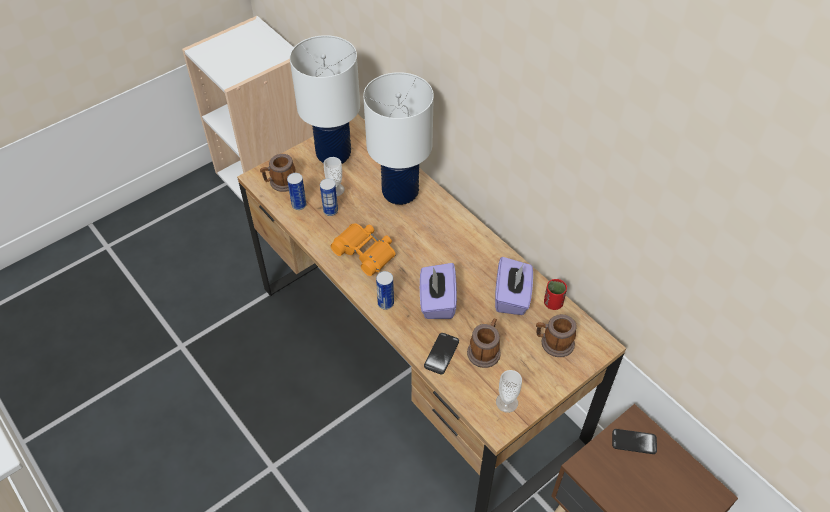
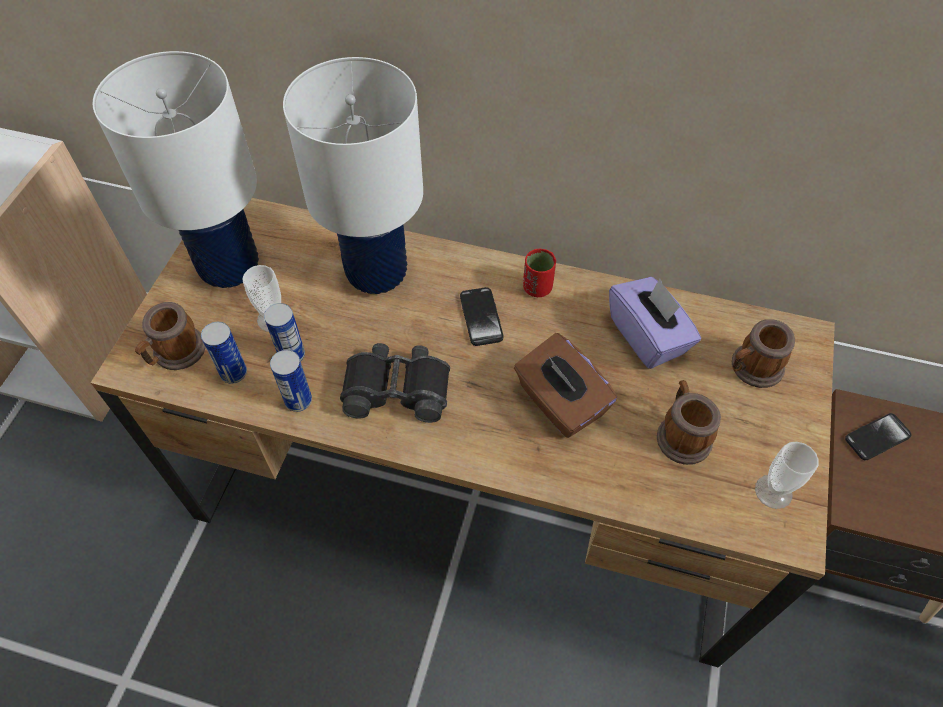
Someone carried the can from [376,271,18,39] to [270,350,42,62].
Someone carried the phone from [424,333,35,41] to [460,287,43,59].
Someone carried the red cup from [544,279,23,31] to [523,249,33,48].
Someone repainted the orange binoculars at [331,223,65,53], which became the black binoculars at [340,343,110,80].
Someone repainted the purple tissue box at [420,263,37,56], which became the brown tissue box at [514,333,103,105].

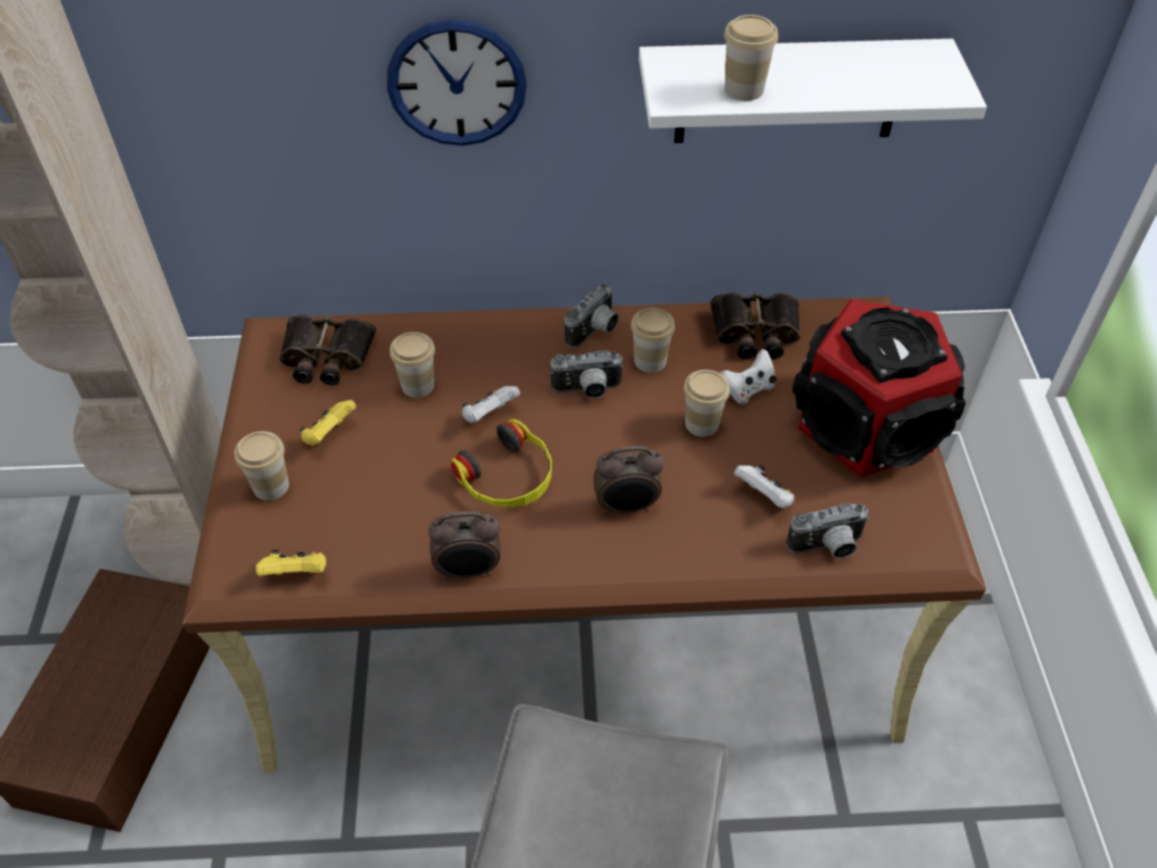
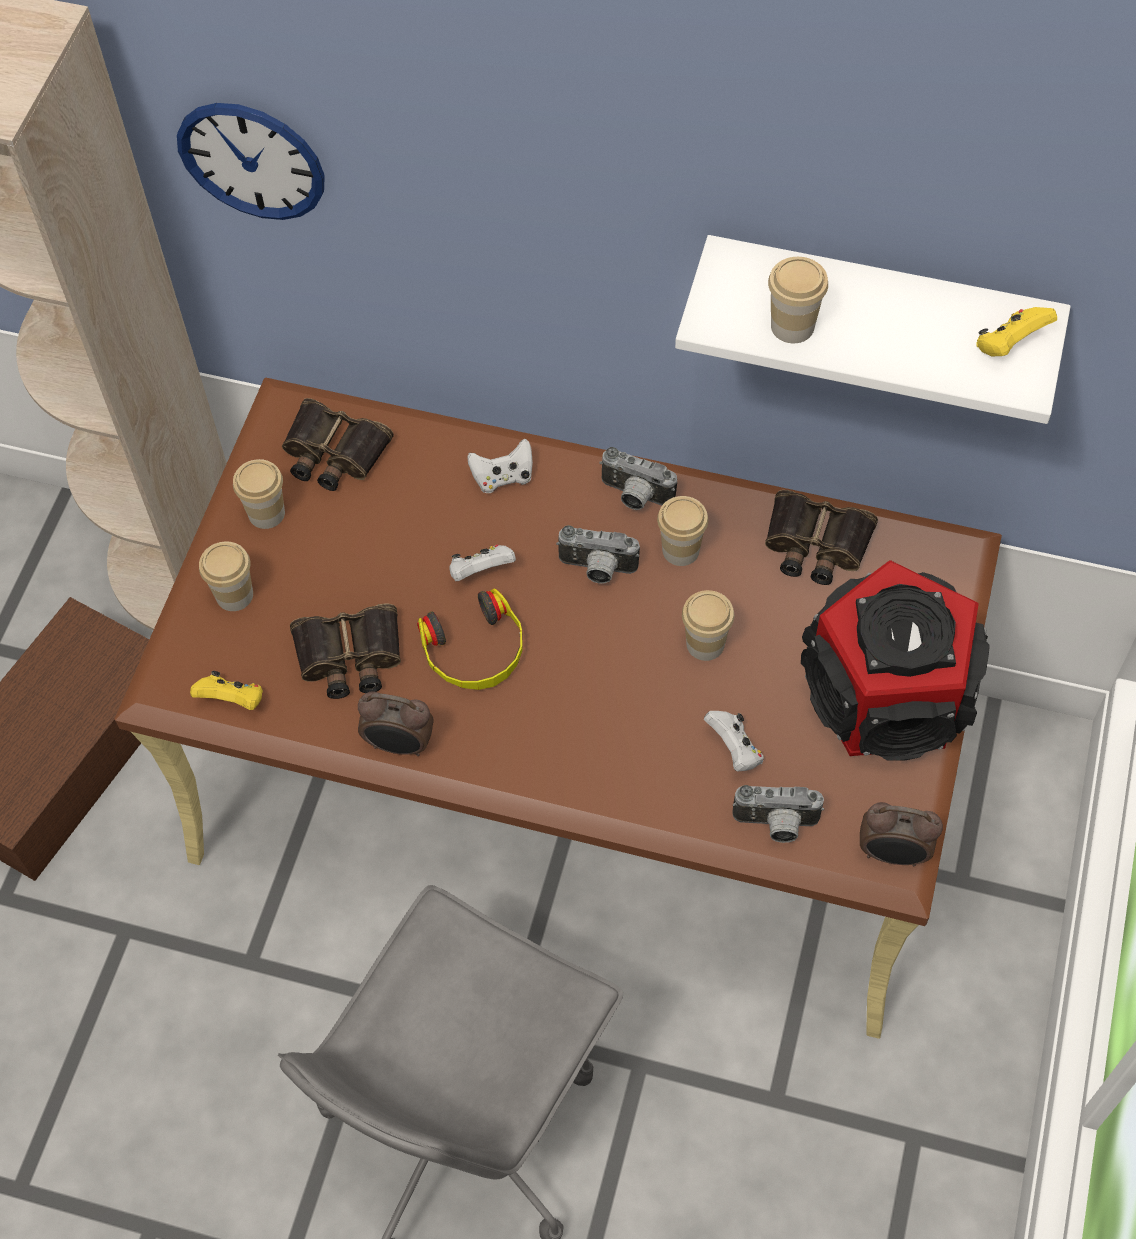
Someone put down the binoculars at [290,604,111,95].
Someone carried the yellow game controller from [300,400,56,46] to [976,307,81,50].
Someone carried the wall clock from [387,19,140,127] to [177,103,148,117].
Someone carried the cup from [390,332,45,66] to [233,459,52,70].
Someone carried the alarm clock from [594,446,70,69] to [860,802,83,65].
Someone carried the white game controller from [720,349,56,55] to [467,439,66,54].
Someone rotated the photo camera at [564,284,55,64] by 60 degrees clockwise.

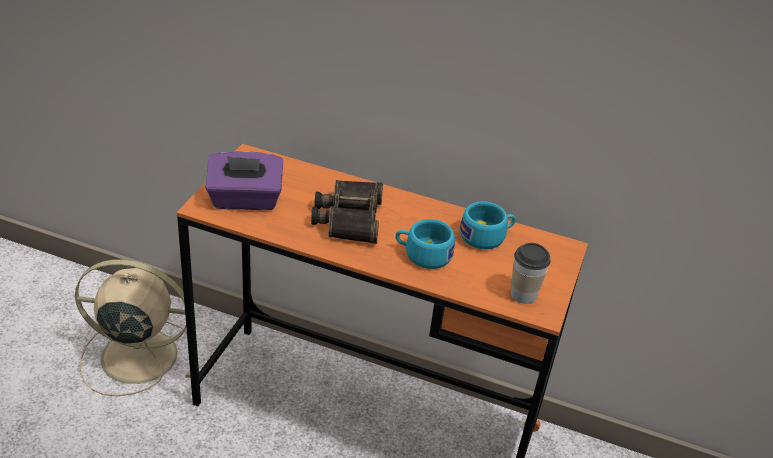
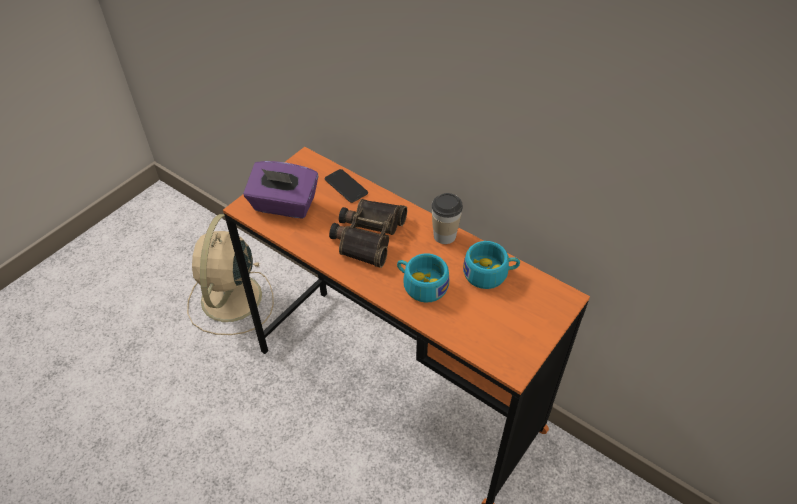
Someone put down the phone at [325,169,43,34].
Someone carried the cup from [511,243,40,61] to [431,193,32,51].
Someone rotated the beige fan at [75,259,115,137] by 105 degrees counterclockwise.

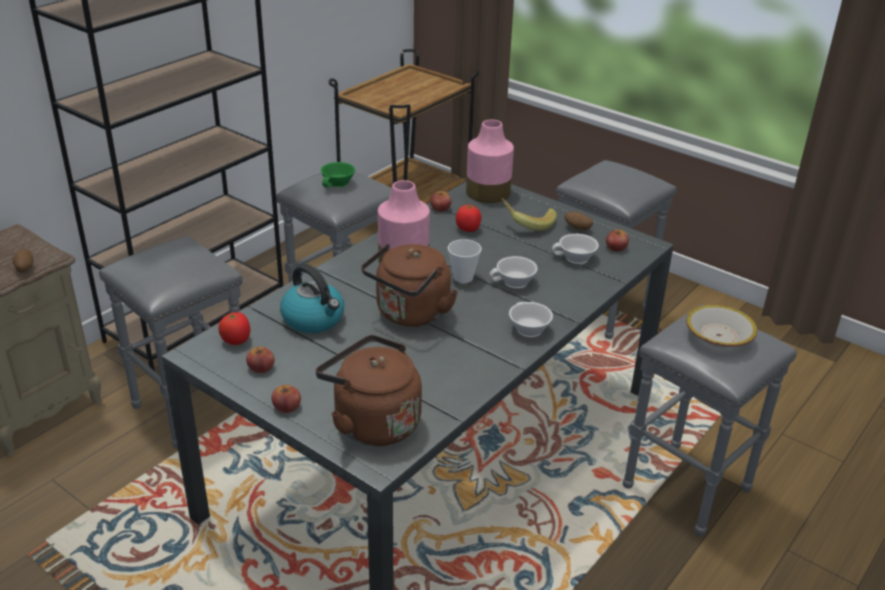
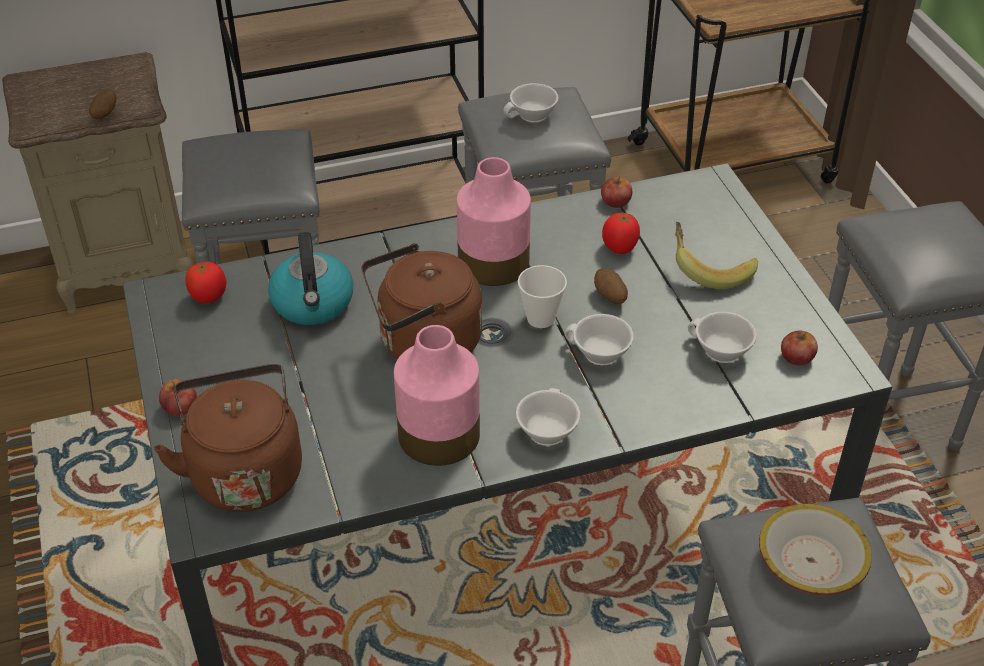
Someone took away the apple at [246,347,29,26].
Someone carried the pink vase from [466,120,48,83] to [394,325,86,141].
Someone carried the potato from [564,211,29,19] to [594,268,34,37].
Someone repainted the green cup at [321,162,34,26], which became the white cup at [503,83,56,39].

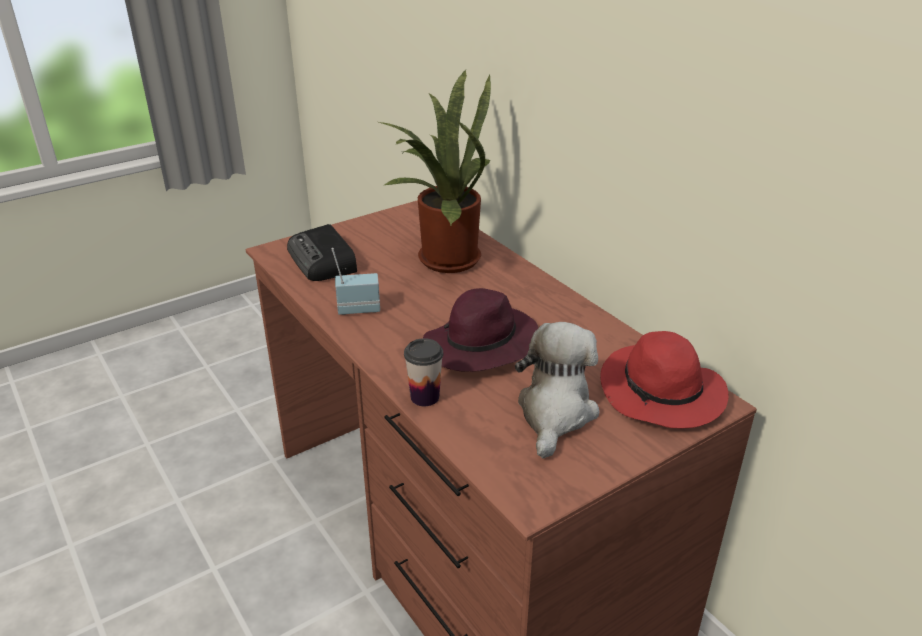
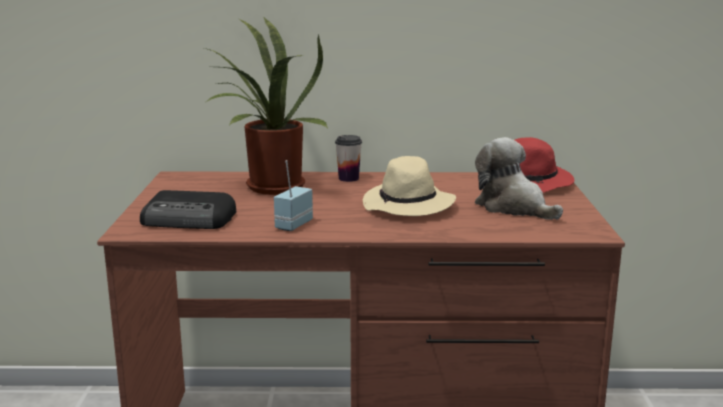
Someone carried the cup from [404,338,39,68] to [335,135,27,47].
Someone repainted the purple hat at [423,288,115,84], which became the beige hat at [363,156,93,60].

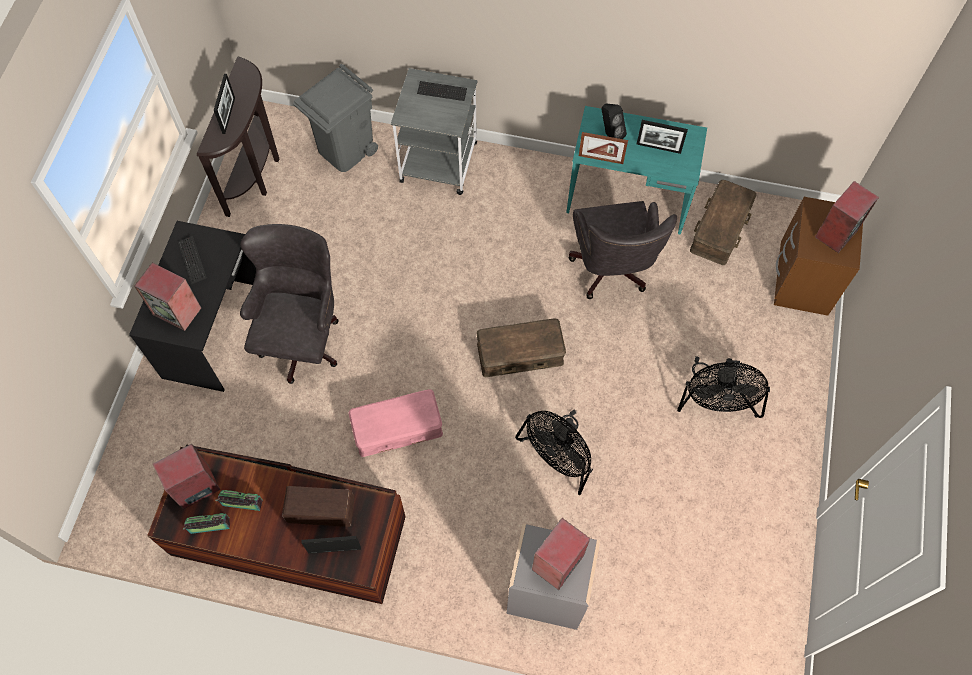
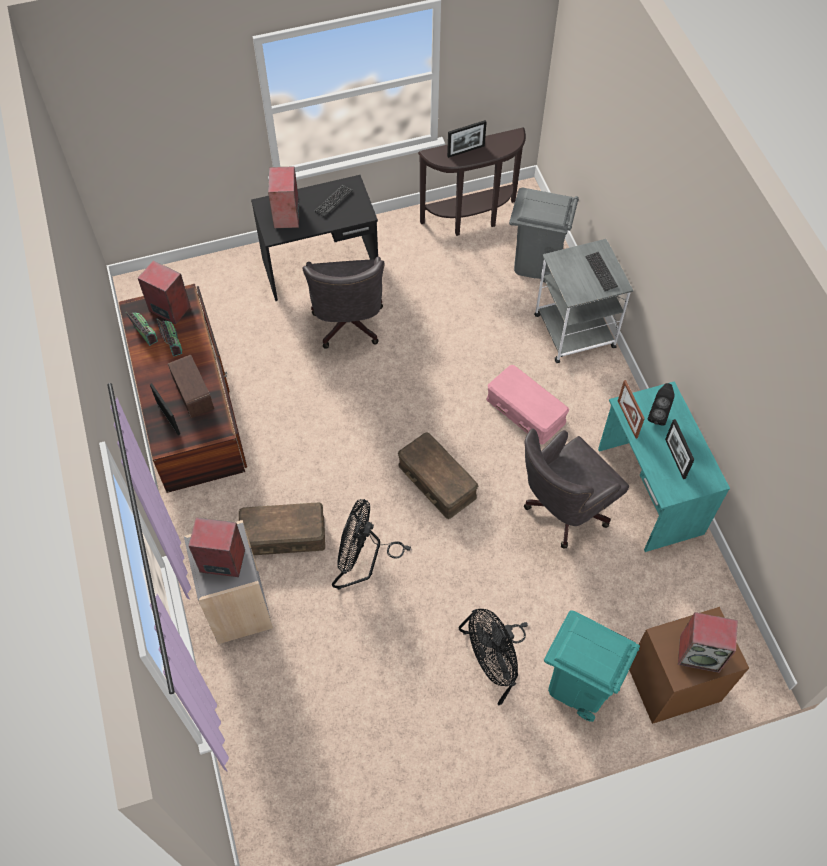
Someone put down the turquoise trash can at [544,610,96,112].
Someone carried the pink storage box from [349,389,94,68] to [486,365,83,80].
Someone carried the brown storage box from [690,180,66,85] to [239,503,86,52].
Someone rotated the grey office chair at [240,224,98,160] by 105 degrees clockwise.

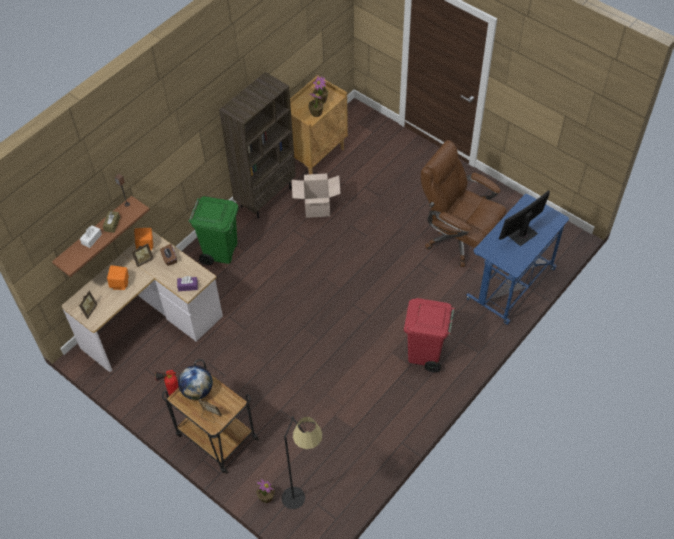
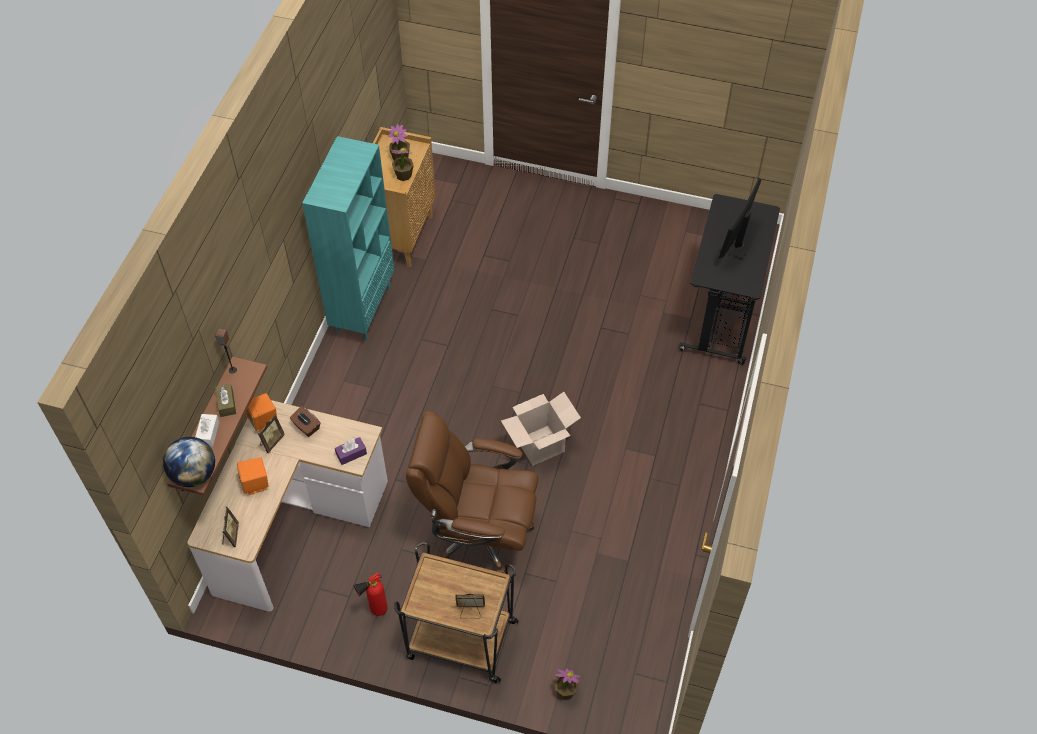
Someone took away the green trash can at [189,196,50,69].
Someone took away the black floor lamp at [282,416,41,93].
Someone took away the red trash can at [404,298,51,74].
Someone carried the globe from [178,365,35,35] to [163,437,52,50].
Someone carried the cardboard box from [292,174,49,44] to [501,392,80,74].
Someone carried the brown office chair from [421,140,85,127] to [406,411,133,162].
Someone repainted the brown bookcase at [219,72,77,147], which became the turquoise bookcase at [302,136,93,204].
Someone repainted the blue desk at [466,194,103,131], which became the black desk at [679,194,101,171].

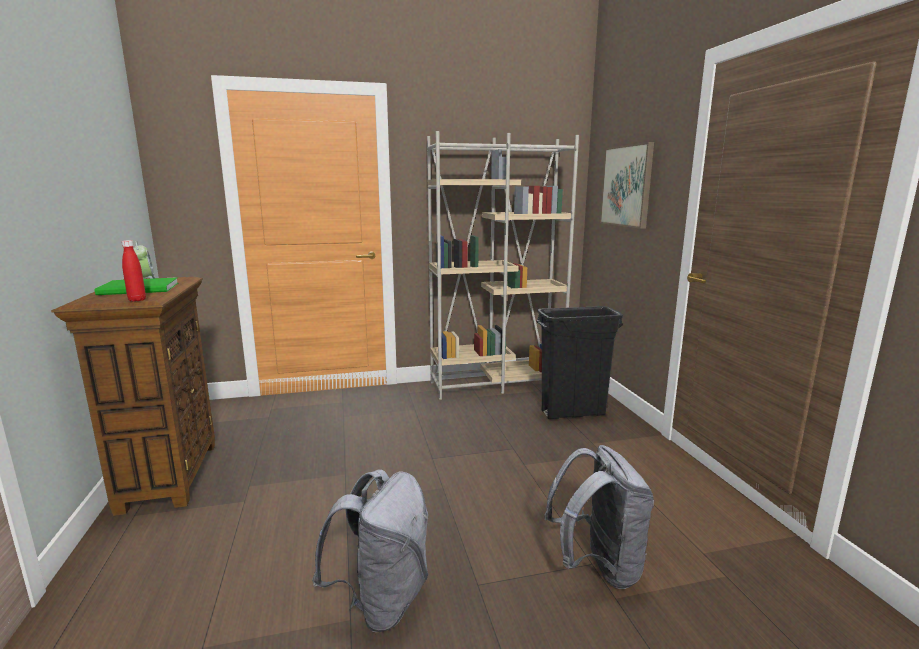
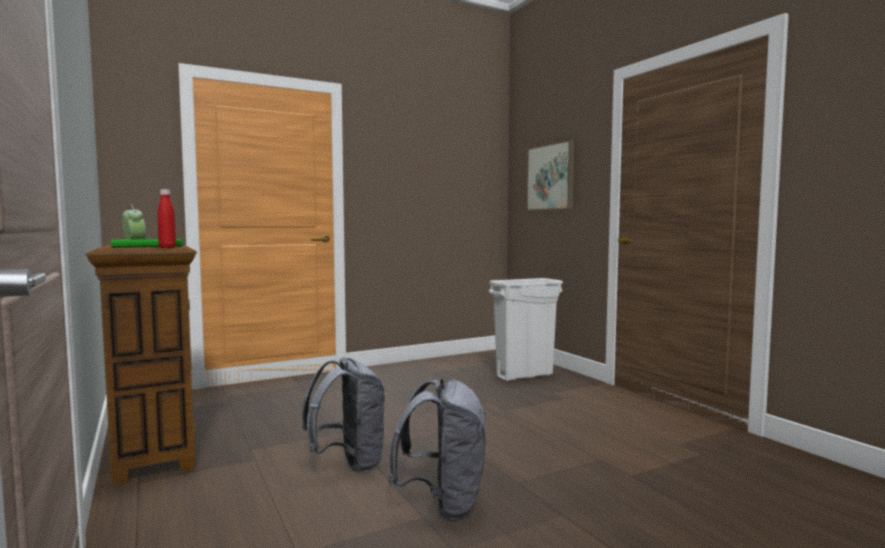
Someone took away the beige bookcase at [427,131,152,269].
Someone carried the grey backpack from [544,445,110,144] to [302,357,83,115].
Someone repainted the black trash can at [536,306,87,113], which became the white trash can at [489,278,74,103].

